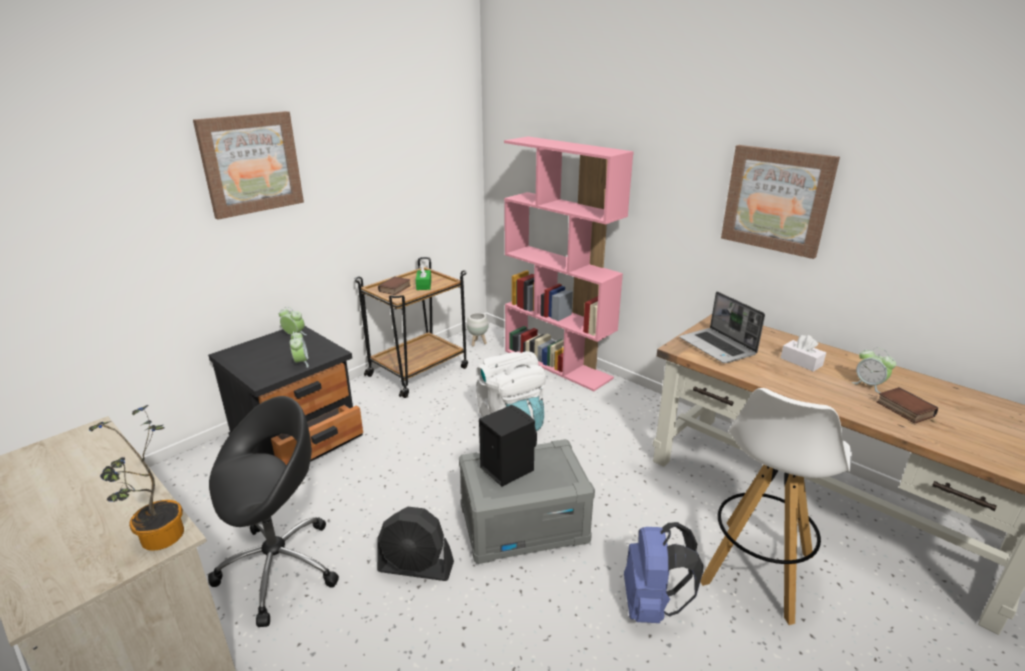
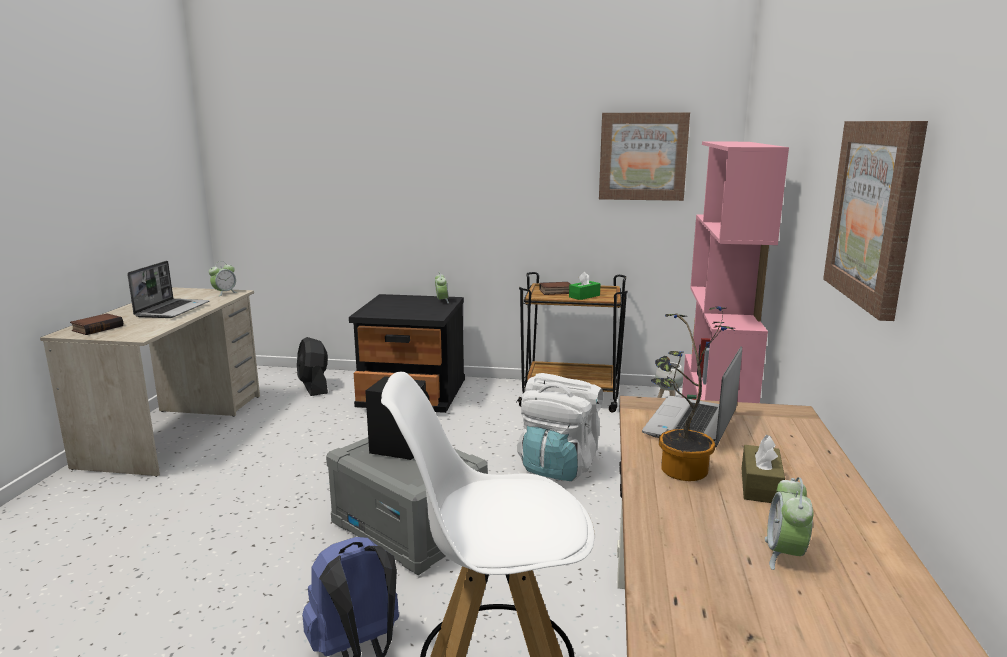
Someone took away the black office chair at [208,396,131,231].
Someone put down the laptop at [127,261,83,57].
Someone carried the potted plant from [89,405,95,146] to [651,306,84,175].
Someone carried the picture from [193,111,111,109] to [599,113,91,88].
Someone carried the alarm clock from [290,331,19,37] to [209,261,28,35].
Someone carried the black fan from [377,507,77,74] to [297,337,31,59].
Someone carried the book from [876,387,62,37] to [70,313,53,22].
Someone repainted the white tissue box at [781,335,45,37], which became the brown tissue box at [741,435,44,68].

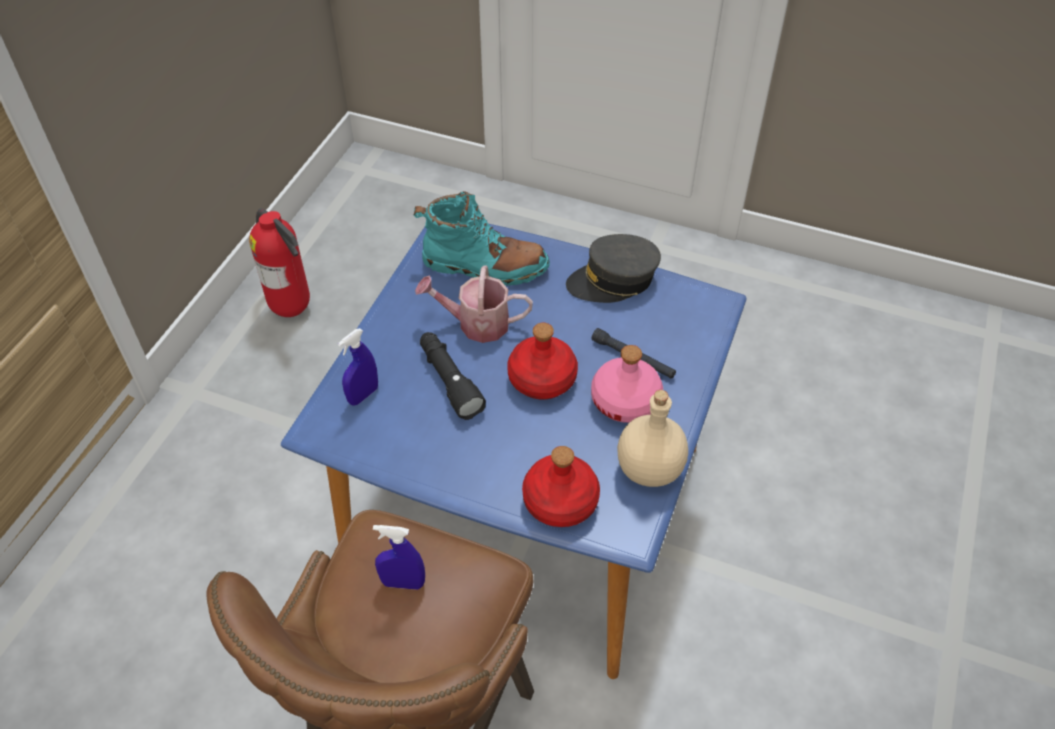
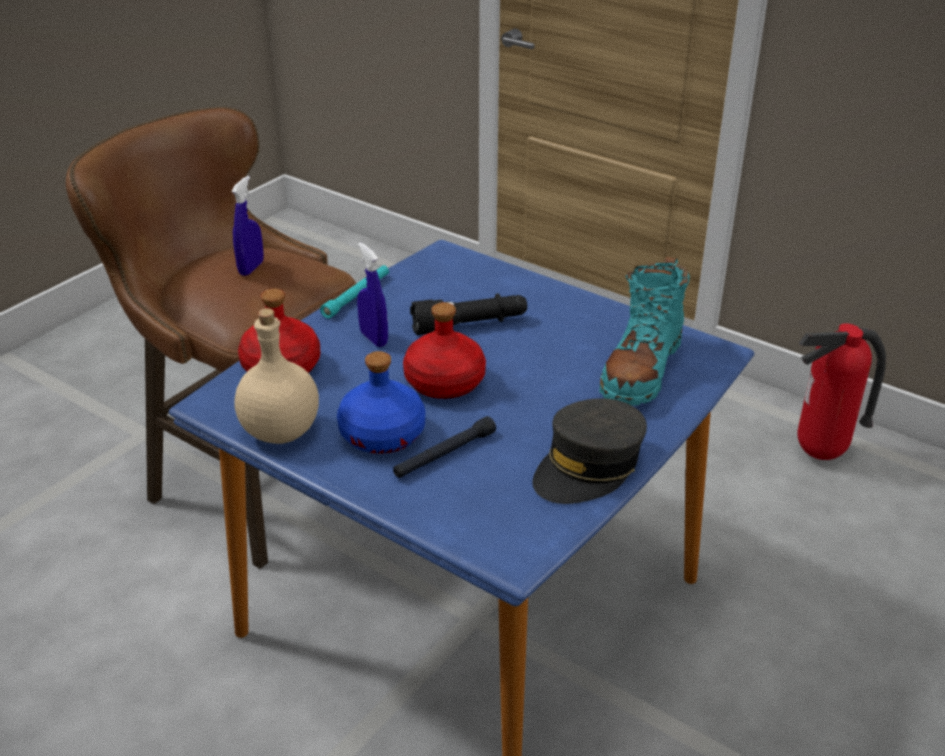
Someone took away the watering can at [415,265,118,78].
Someone put down the turquoise flashlight at [320,265,69,54].
Someone carried the blue spray bottle from [338,328,40,78] to [357,242,31,105].
Someone repainted the pink bottle at [591,345,72,78], which became the blue bottle at [337,351,88,103].
Someone rotated the grey cap at [566,234,95,69] by 135 degrees counterclockwise.

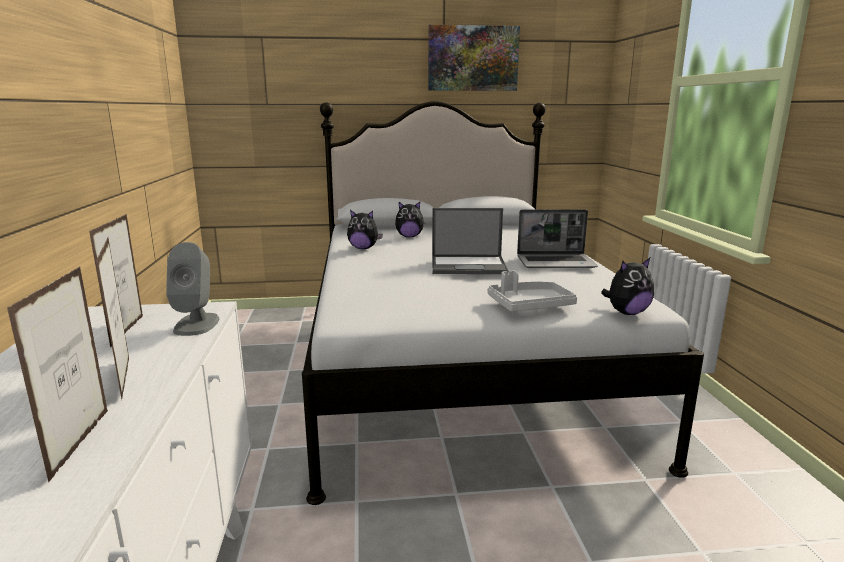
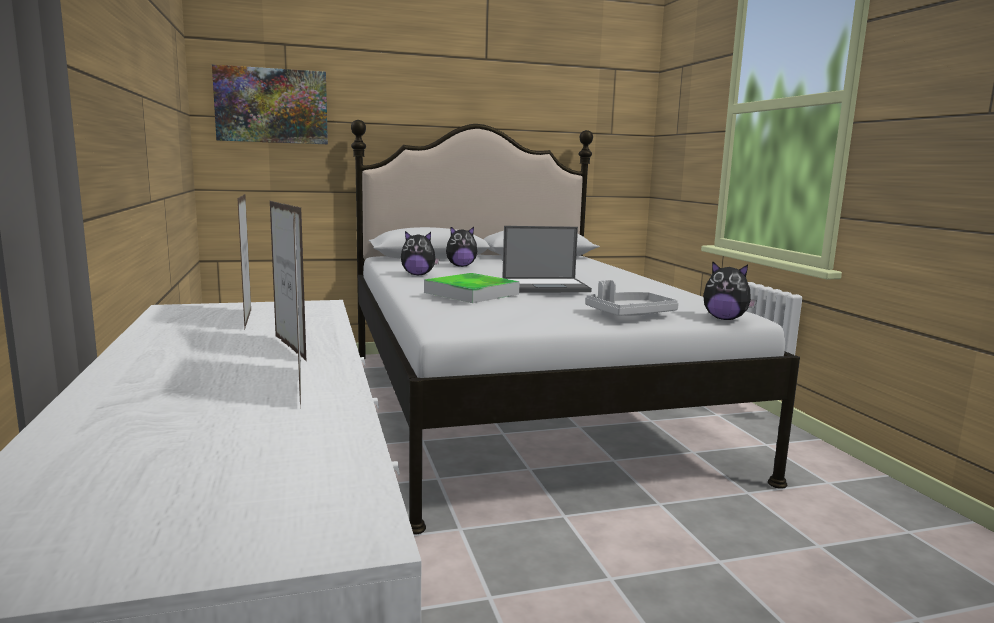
Someone took away the grey speaker at [166,242,54,94].
Someone took away the laptop at [517,210,81,58].
Someone put down the tray at [424,273,96,30].
Someone carried the picture from [428,25,92,66] to [212,64,116,80].
Someone rotated the plush toy at [601,258,53,57] by 60 degrees clockwise.

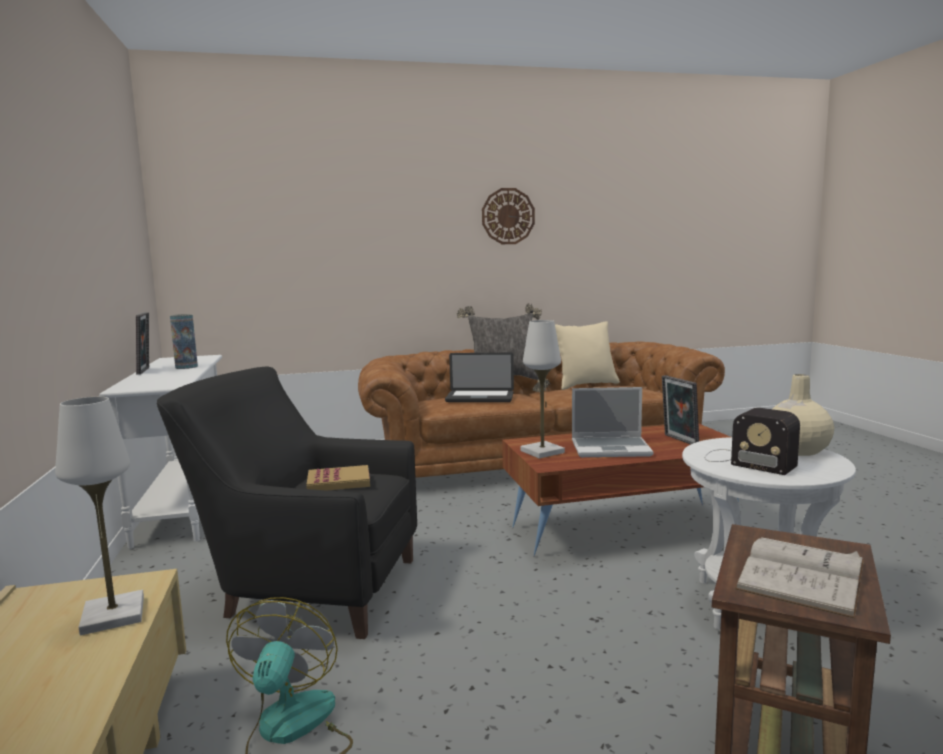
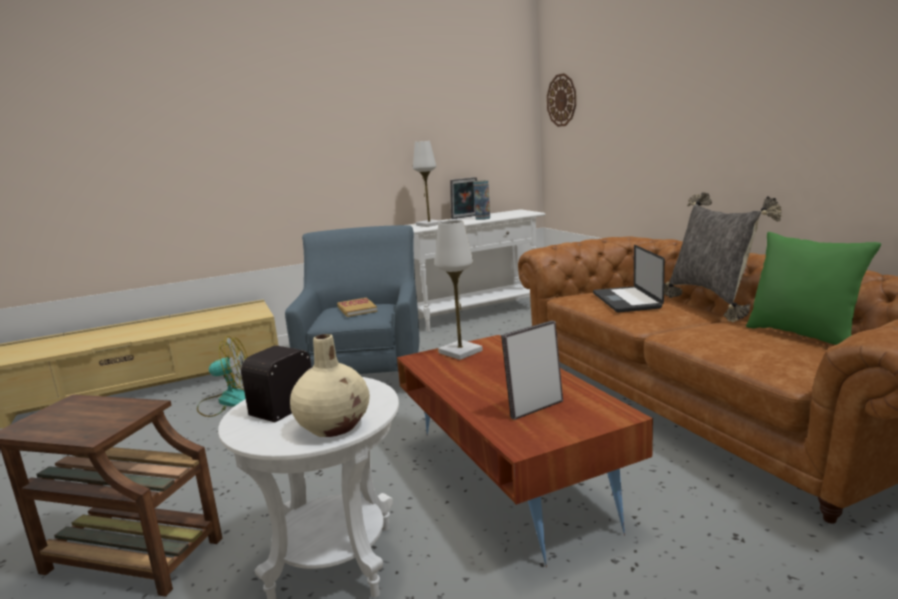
Someone took away the laptop at [572,387,82,70].
Someone took away the white book at [735,537,129,82].
Someone carried the white table lamp from [55,397,89,238] to [413,141,29,86].
Someone carried the wall clock from [482,188,53,56] to [547,73,29,54].
Someone repainted the black armchair at [157,366,260,273], which became the blue armchair at [285,225,135,149].
Someone repainted the beige pillow at [555,321,65,69], which became the green pillow at [746,232,135,113].

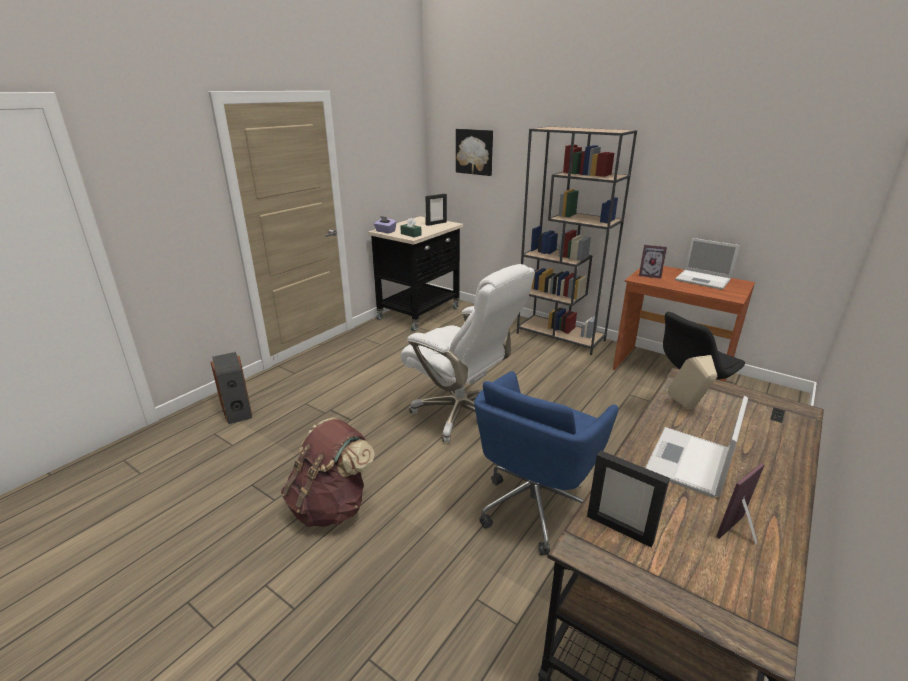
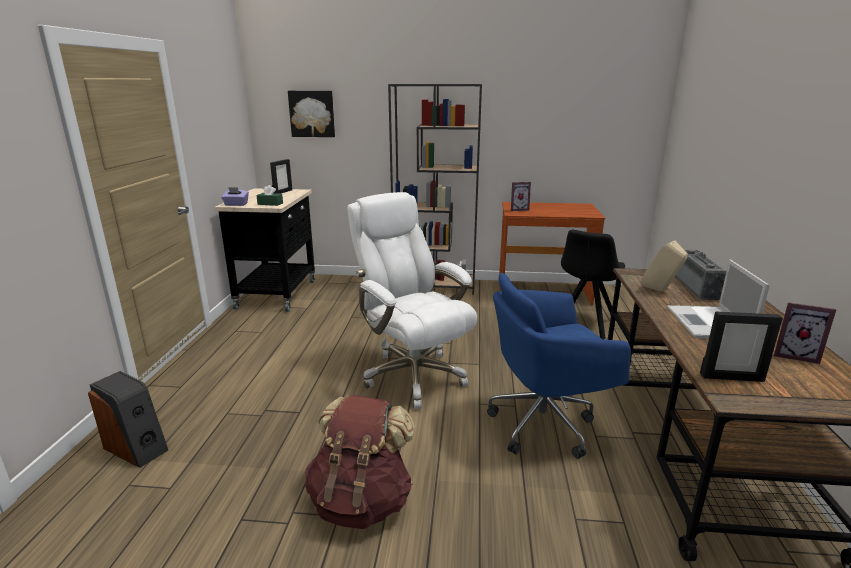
Someone took away the laptop at [675,238,65,52].
Someone put down the radio at [676,250,50,50].
Someone rotated the white office chair at [401,264,134,179] by 135 degrees counterclockwise.
Someone rotated the blue office chair at [474,371,144,184] by 75 degrees clockwise.
Someone rotated the picture frame at [716,463,48,81] by 90 degrees counterclockwise.

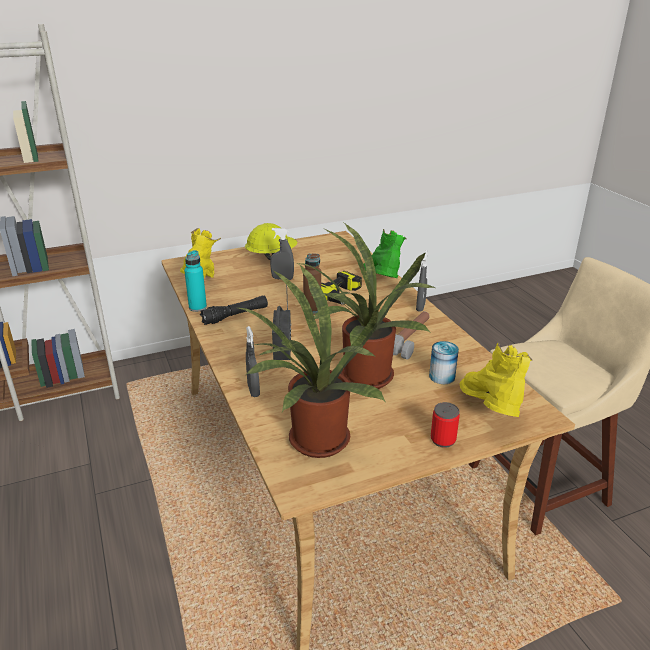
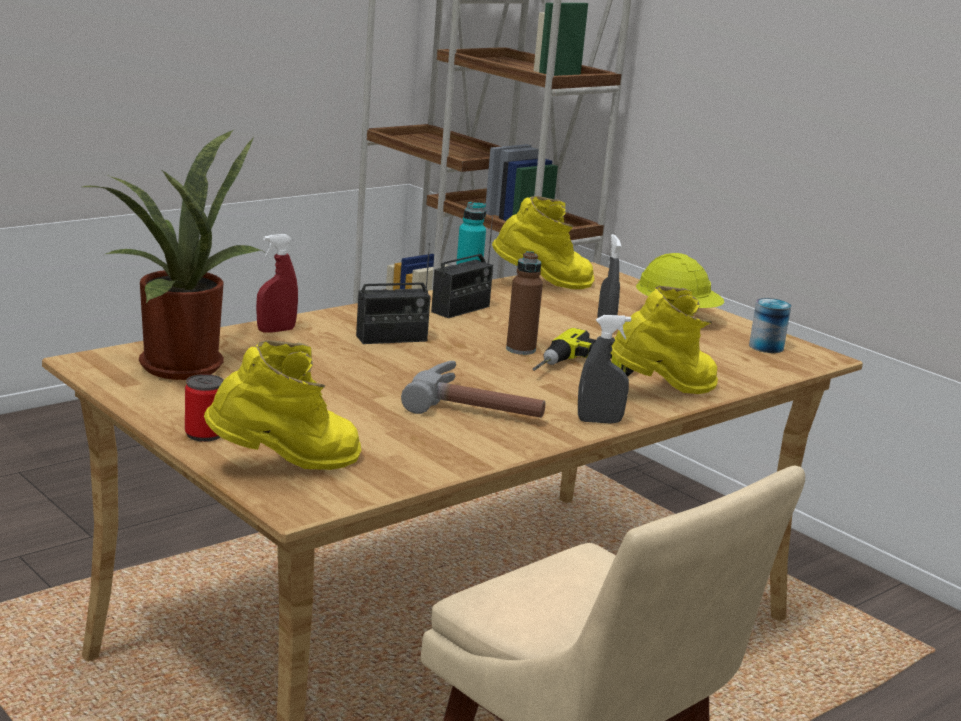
Someone took away the potted plant at [297,223,138,166].
Someone carried the can from [429,341,30,43] to [749,298,42,55].
Someone swapped the black flashlight at [200,296,68,29] for the radio at [431,217,62,101].
Someone repainted the grey spray bottle at [246,326,14,71], which became the red spray bottle at [256,234,42,99].
Someone repainted the green boot at [364,229,42,49], which became the yellow boot at [611,286,107,108].

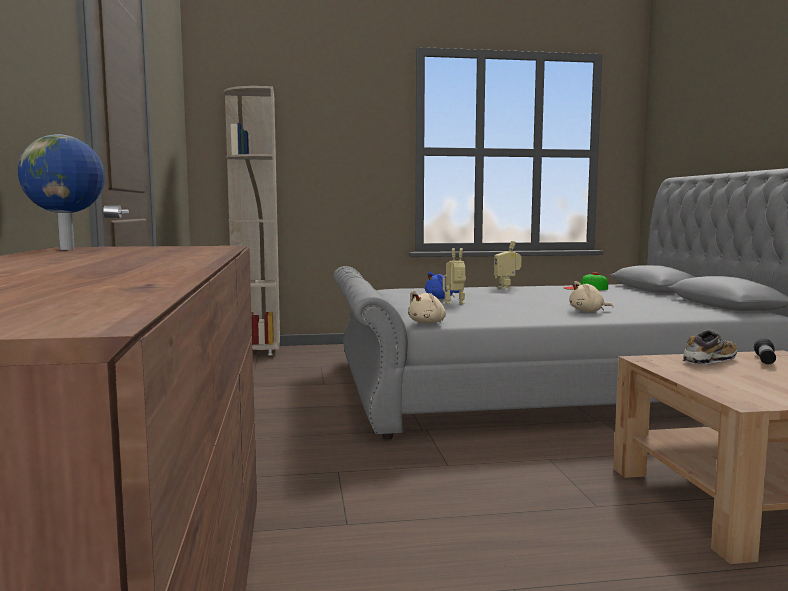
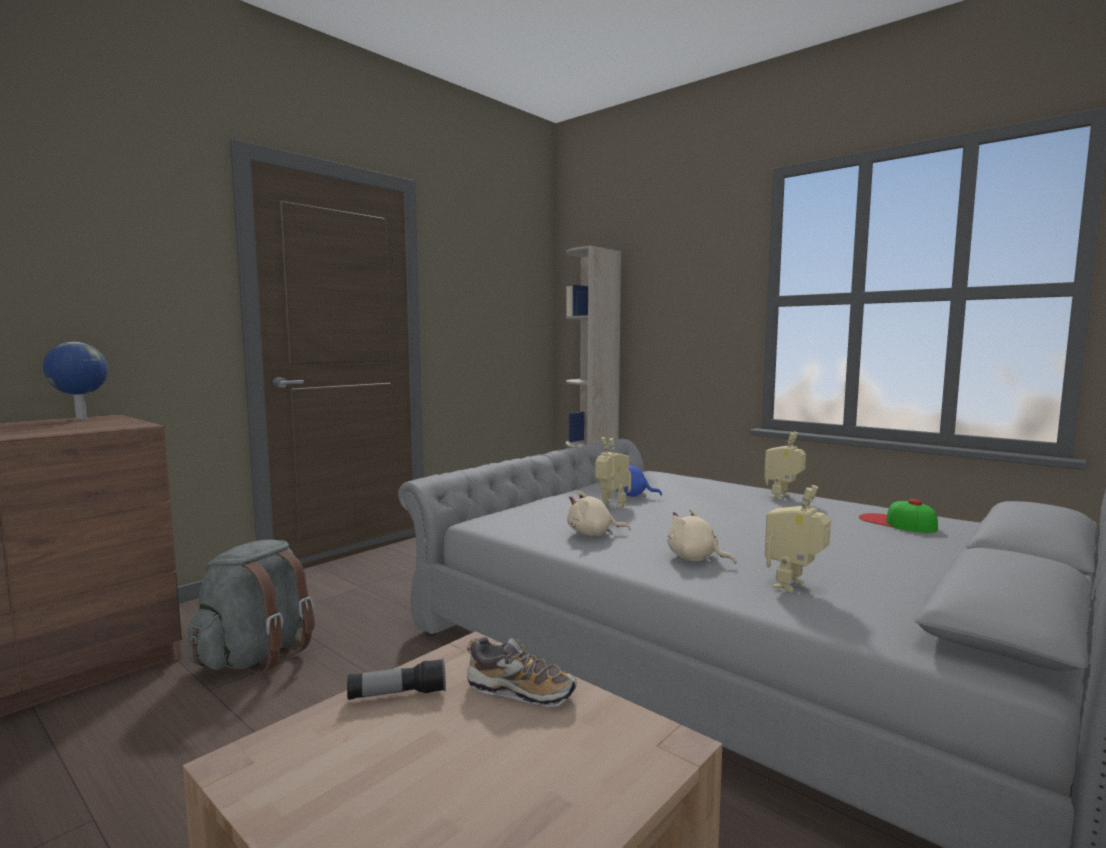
Someone put down the grey backpack at [187,540,128,134].
Someone put down the toy robot at [765,485,66,107].
Someone carried the beige plush toy from [408,291,38,33] to [567,491,63,45].
Someone carried the flashlight from [754,338,22,26] to [347,658,99,42].

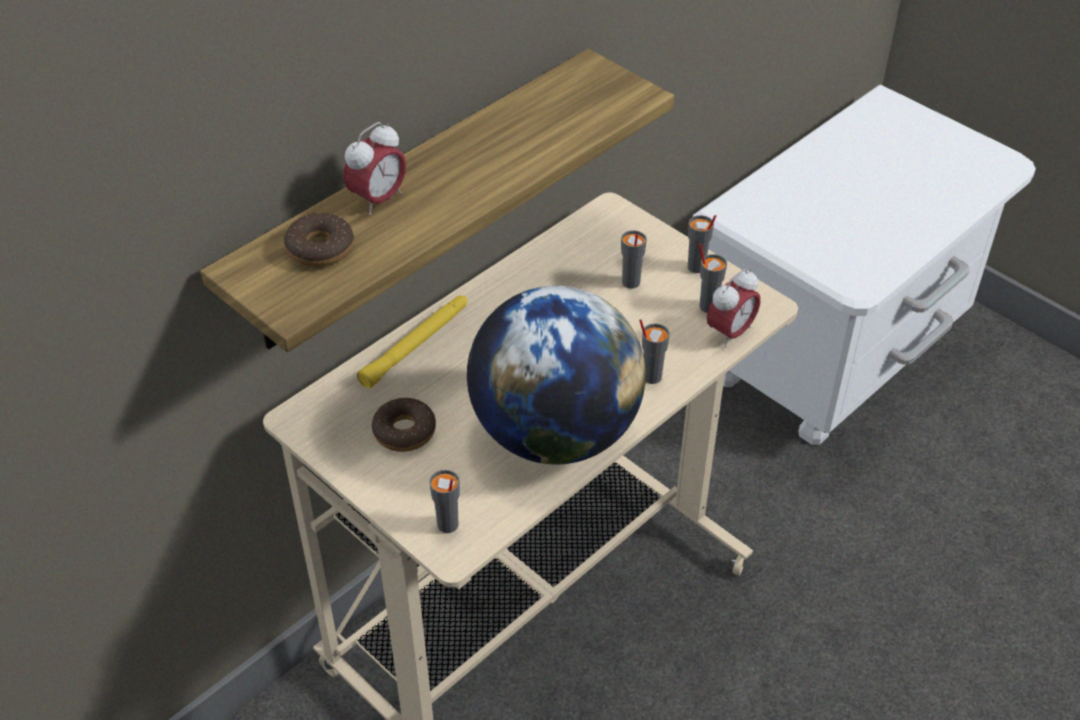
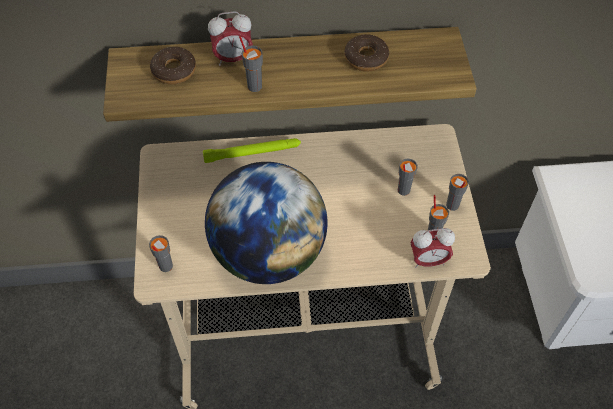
Someone carried the donut from [372,398,64,54] to [344,34,45,37].
Someone carried the grey cup from [639,319,31,65] to [239,36,24,56].
Someone repainted the yellow flashlight at [357,296,110,92], which became the green flashlight at [203,138,98,25].

